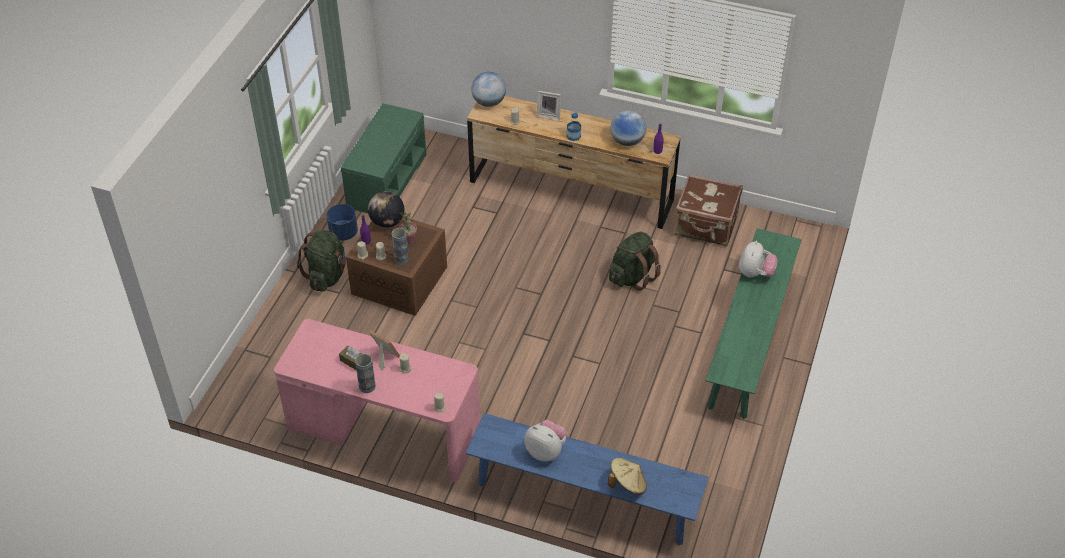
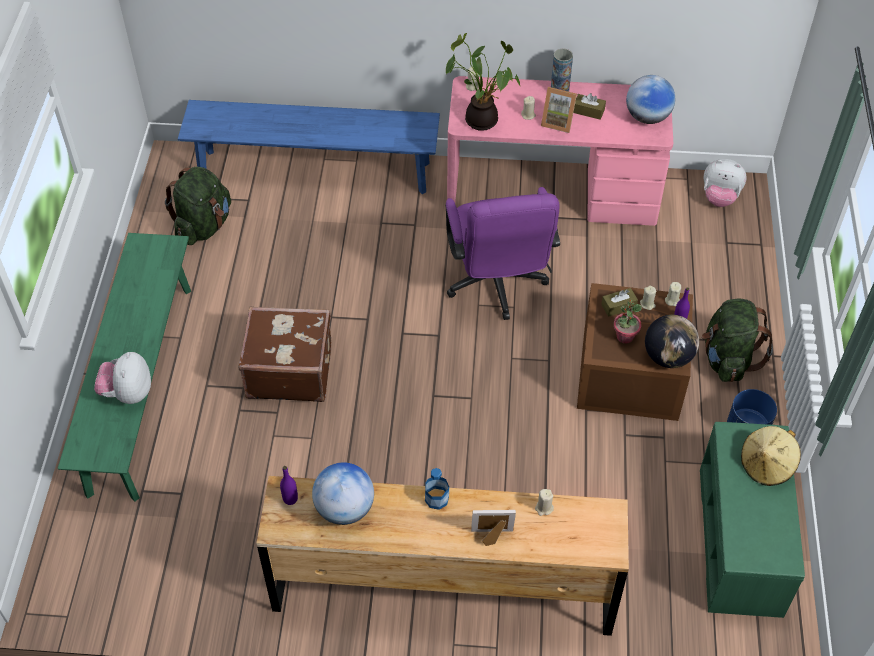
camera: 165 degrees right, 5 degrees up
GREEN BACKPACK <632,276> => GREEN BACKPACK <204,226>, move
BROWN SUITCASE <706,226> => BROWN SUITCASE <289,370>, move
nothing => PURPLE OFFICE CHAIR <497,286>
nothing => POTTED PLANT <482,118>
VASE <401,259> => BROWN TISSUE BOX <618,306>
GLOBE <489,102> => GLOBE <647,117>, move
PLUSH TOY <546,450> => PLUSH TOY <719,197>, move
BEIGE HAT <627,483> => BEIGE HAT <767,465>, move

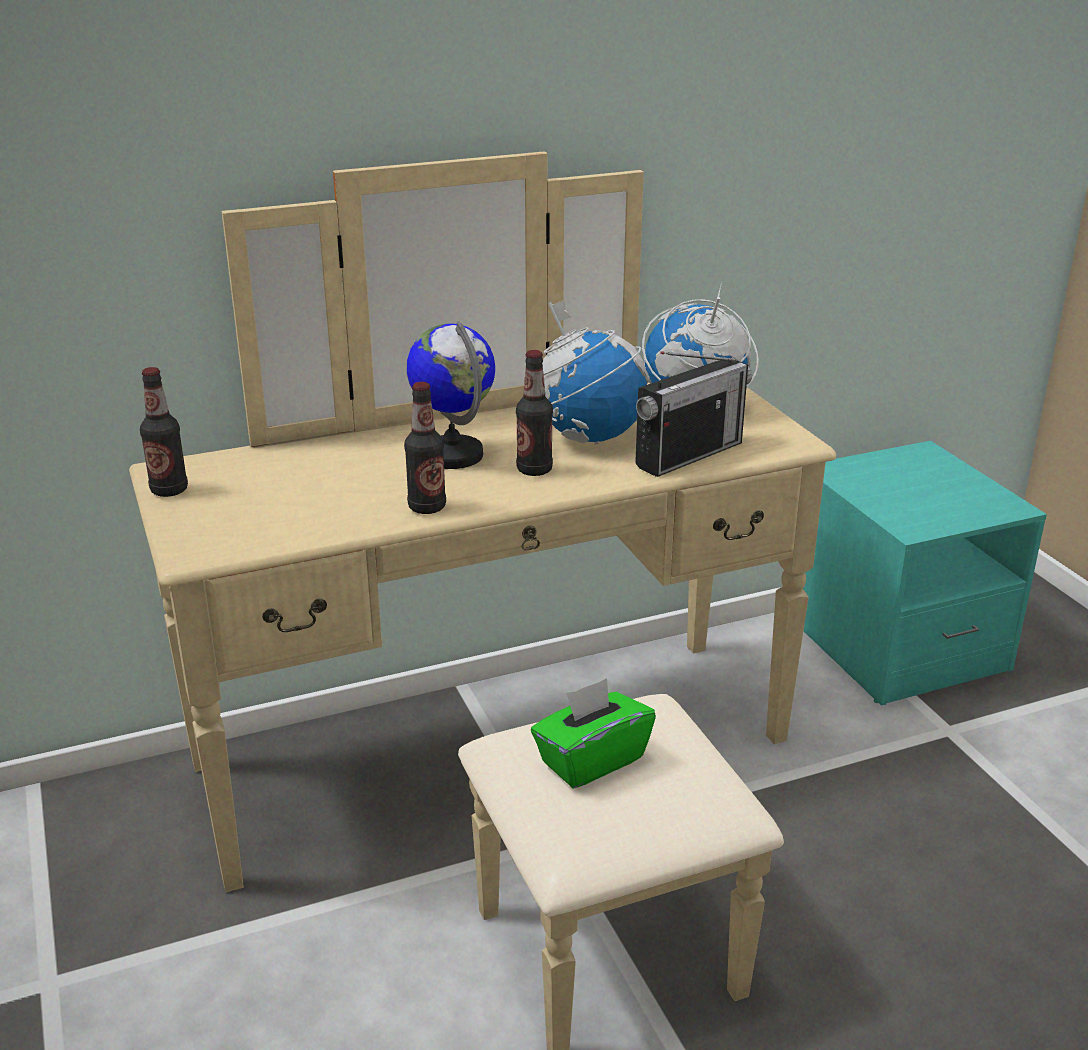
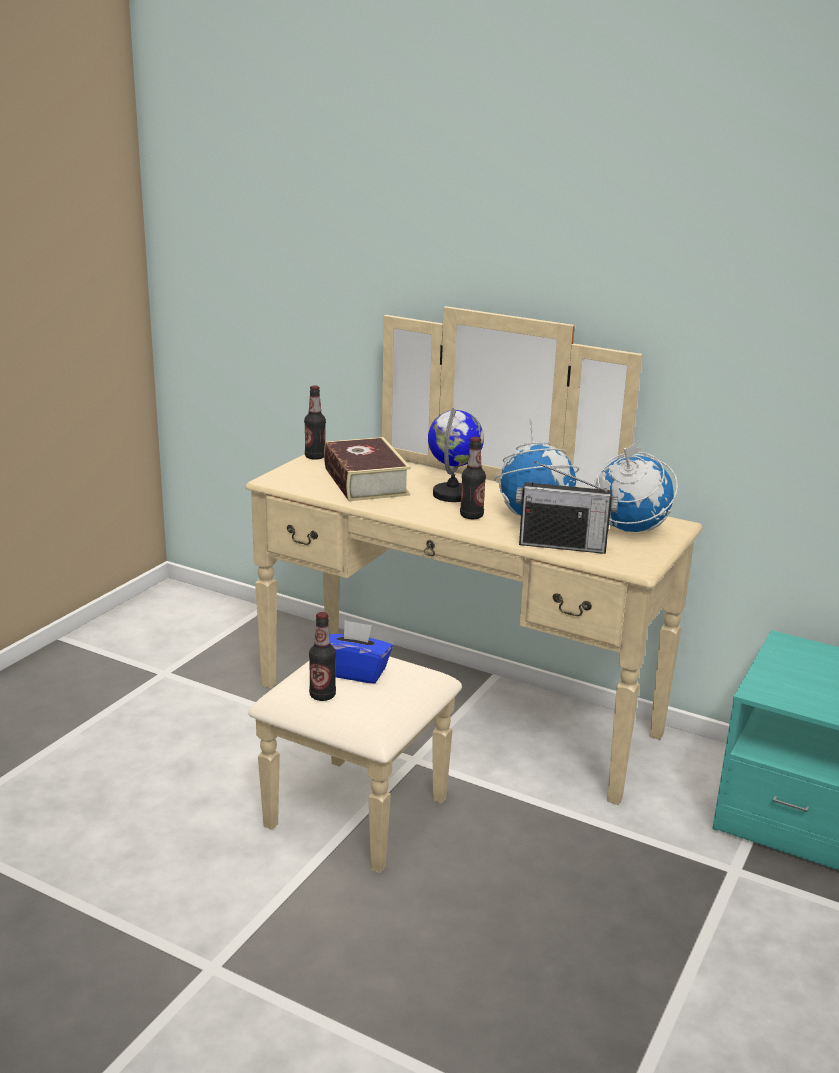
camera: 50 degrees right, 5 degrees down
BOTTLE <427,507> => BOTTLE <322,695>, move
nothing => BOOK <365,481>
GREEN TISSUE BOX <591,760> => BLUE TISSUE BOX <355,672>

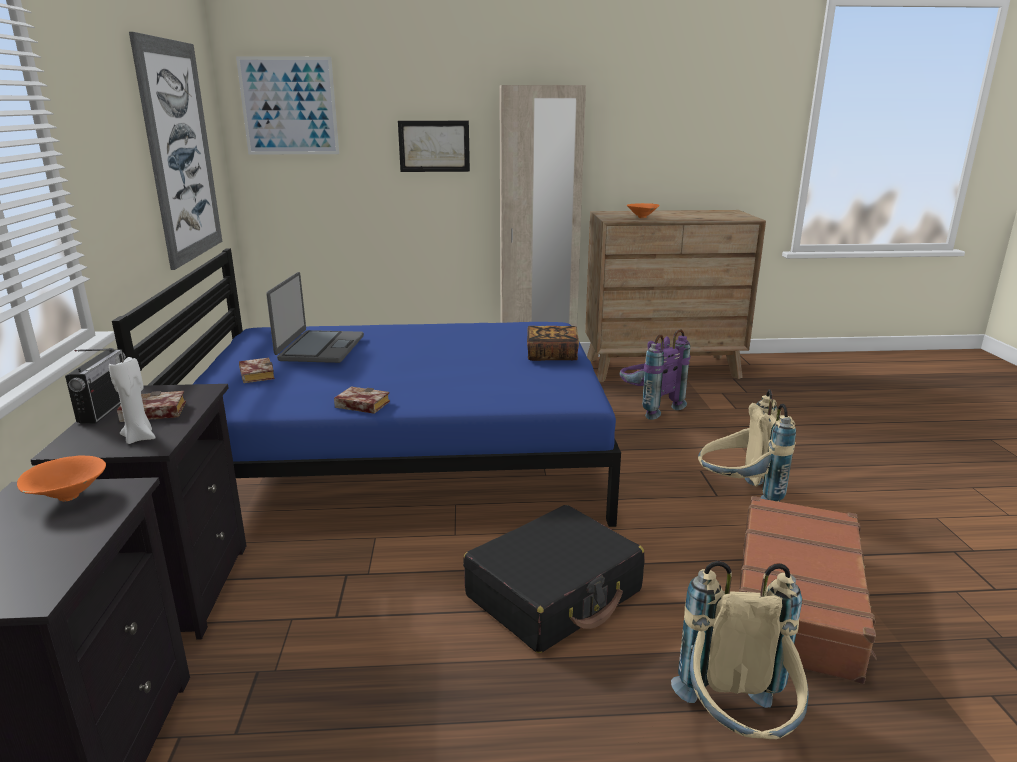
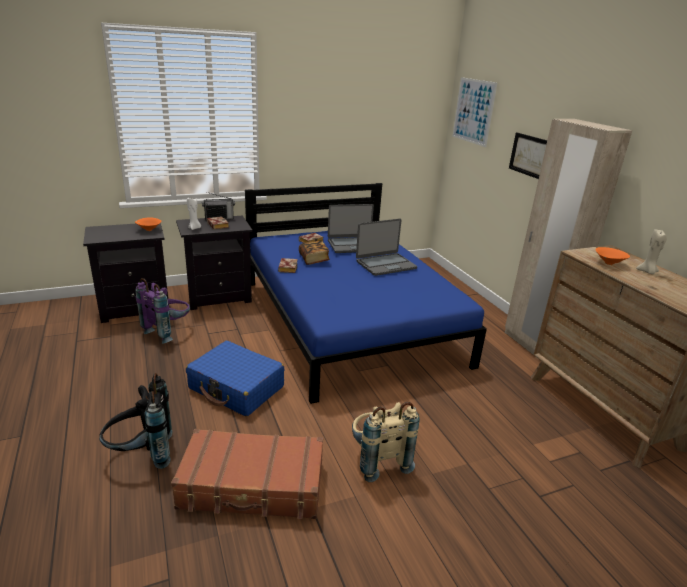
camera: 70 degrees right, 5 degrees up
BEIGE BACKPACK <737,728> => BLACK BACKPACK <142,455>
PURPLE BACKPACK <648,407> => PURPLE BACKPACK <168,332>, move
BLACK SUITCASE <554,594> => BLUE SUITCASE <236,388>
BOOK <552,355> => BOOK <314,259>, move
nothing => LAPTOP <385,265>
nothing => BEIGE CANDLE <647,272>
PICTURE <180,152> => nothing

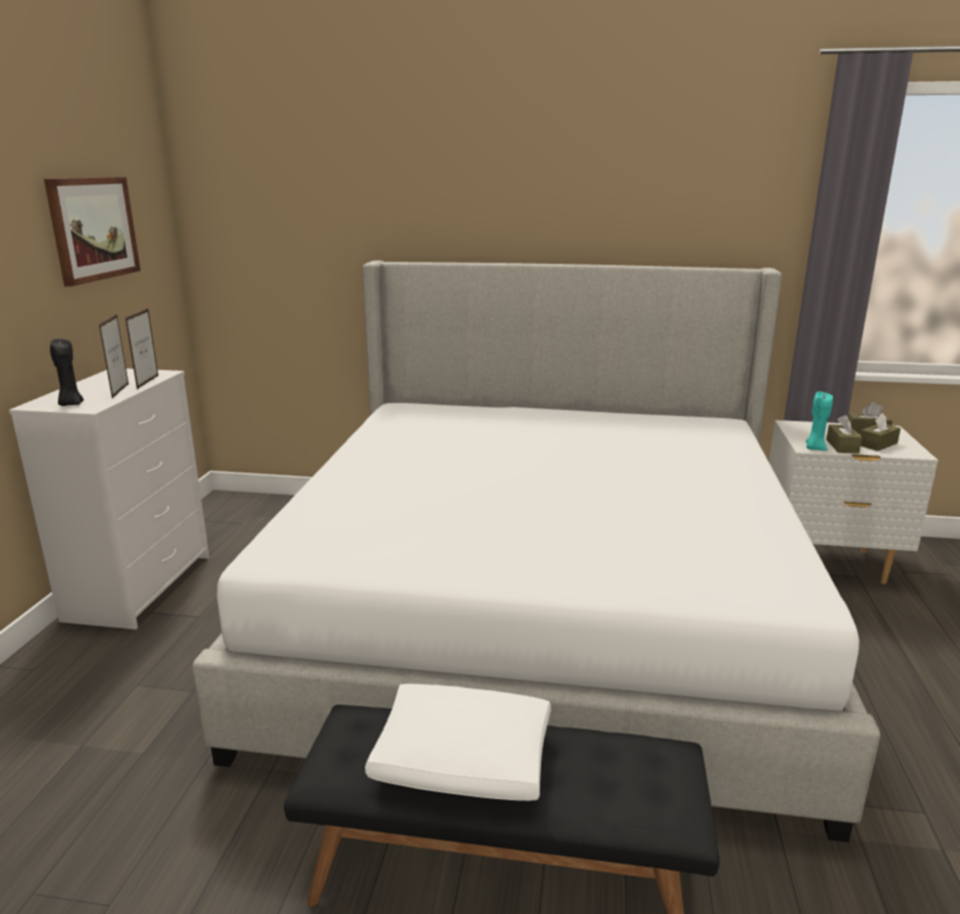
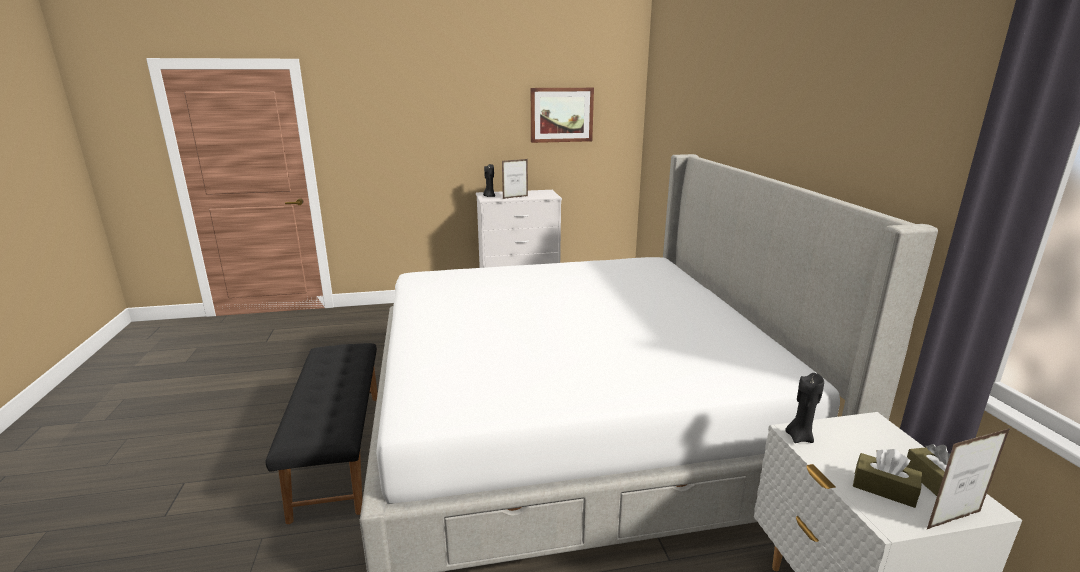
camera: 70 degrees right, 0 degrees up
TURQUOISE CANDLE <814,448> => BLACK CANDLE <799,437>
PICTURE FRAME <148,382> => PICTURE FRAME <954,520>, move
WHITE PILLOW <465,760> => nothing
BROWN TISSUE BOX <842,446> => nothing

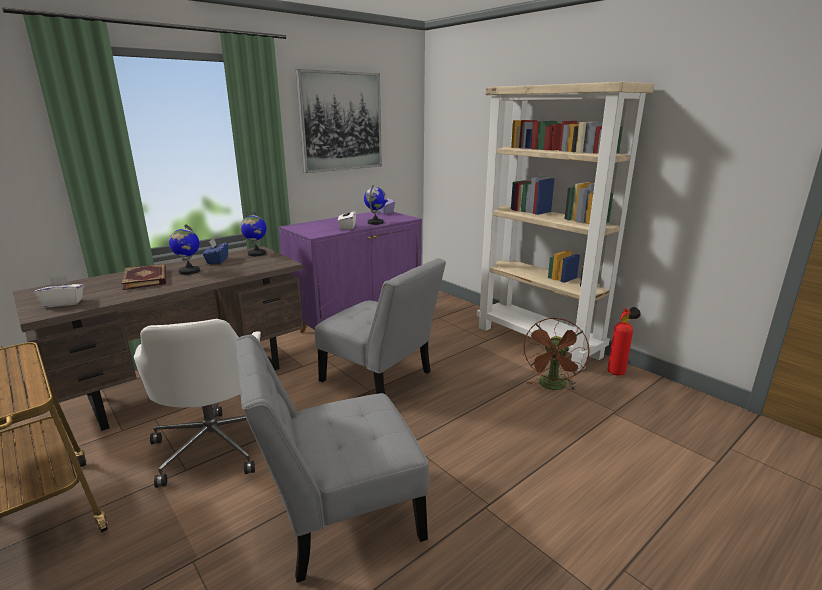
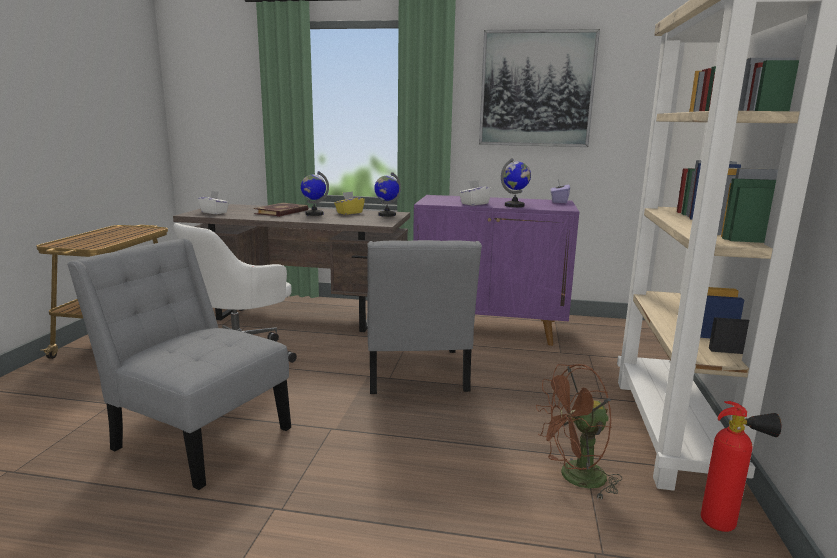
camera: 50 degrees right, 5 degrees down
BLUE TISSUE BOX <217,260> => YELLOW TISSUE BOX <349,213>

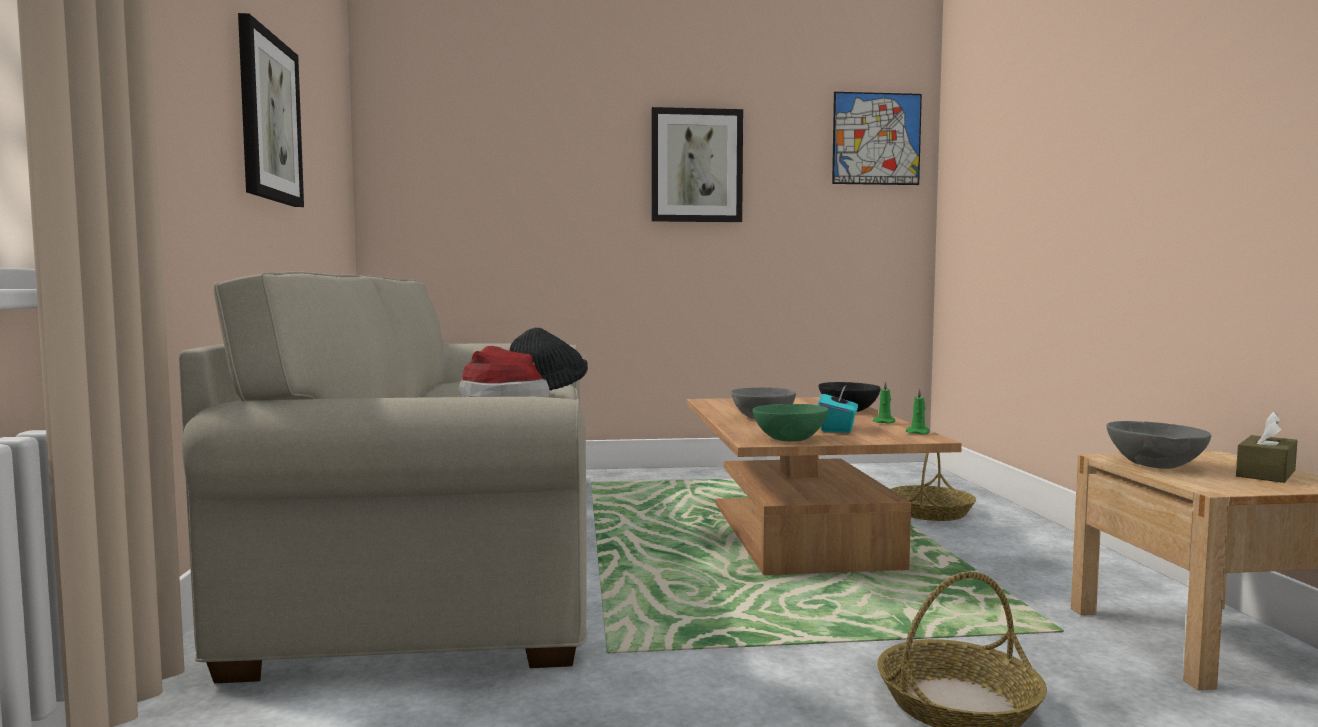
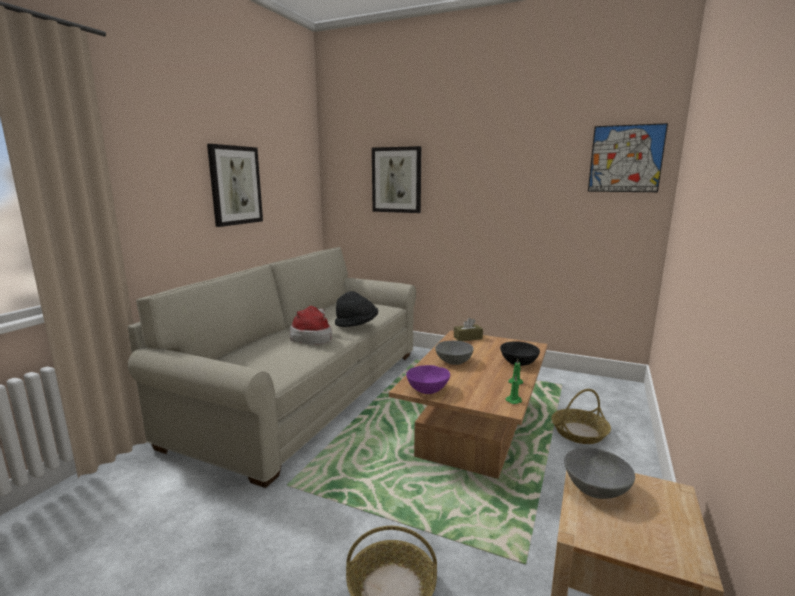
camera: 30 degrees right, 10 degrees up
PICTURE <696,166> => PICTURE <396,180>, move
GREEN BOWL <789,439> => PURPLE BOWL <427,390>
BROWN TISSUE BOX <1266,473> => BROWN TISSUE BOX <468,338>, move
TURQUOISE TISSUE BOX <838,429> => nothing

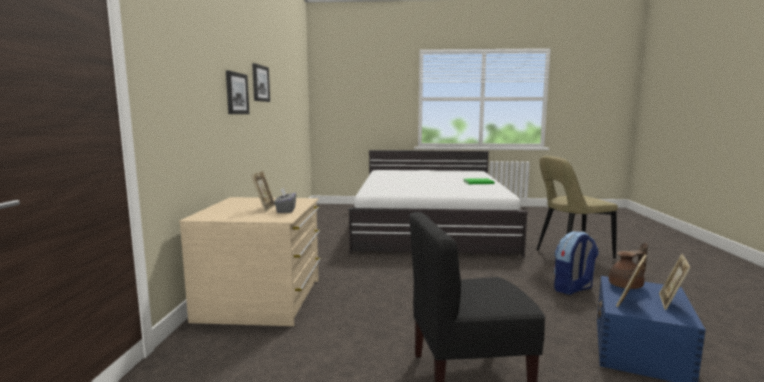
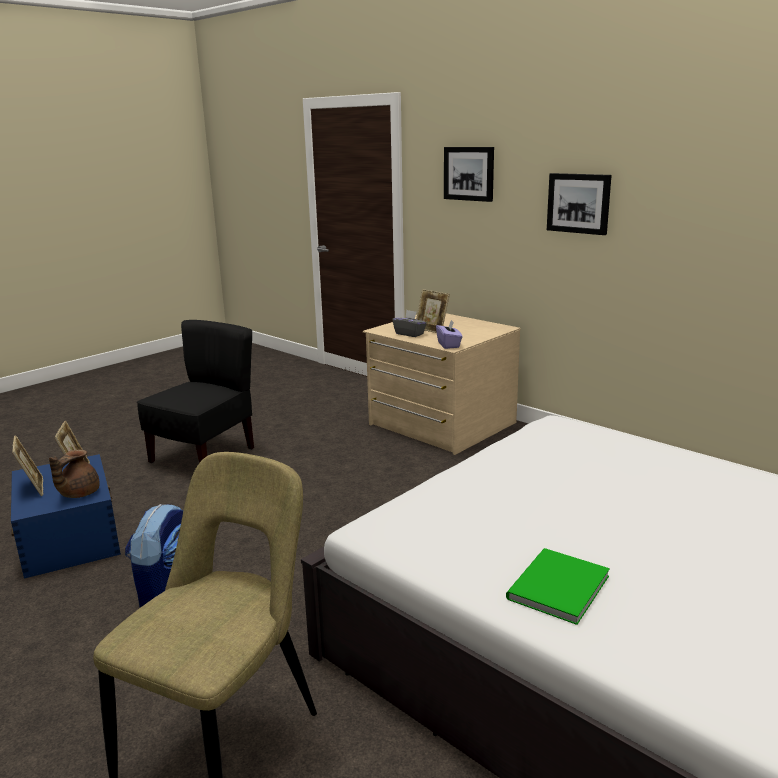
camera: 130 degrees right, 10 degrees up
nothing => PURPLE TISSUE BOX <449,345>
PICTURE <260,83> => PICTURE <469,173>, move

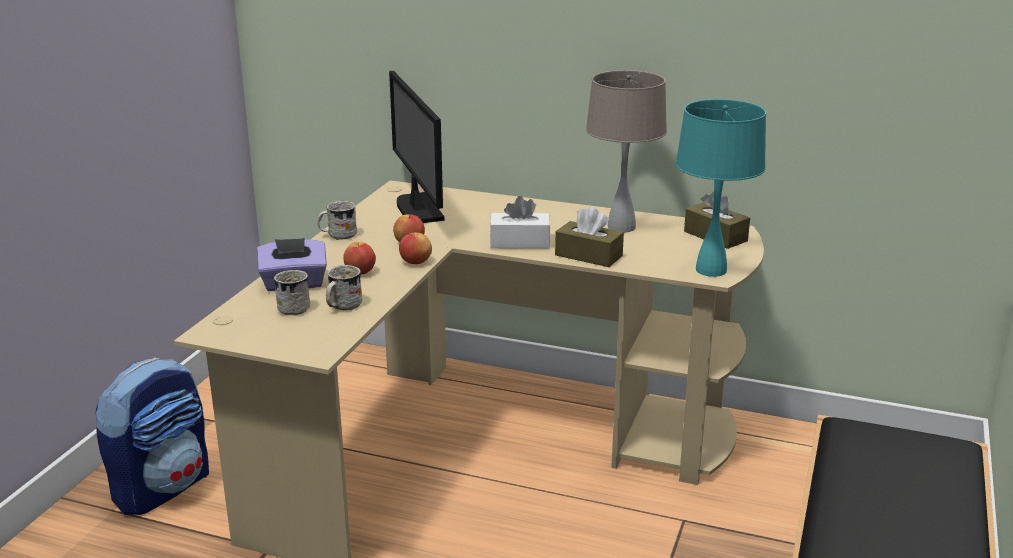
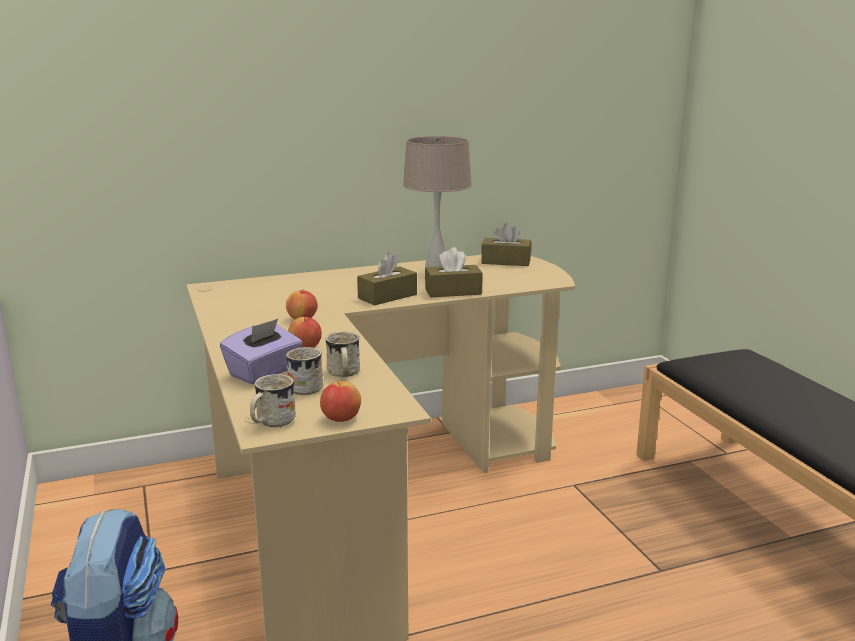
camera: 40 degrees left, 5 degrees down
WHITE MUG <337,235> => WHITE MUG <271,422>, move
APPLE <415,262> => APPLE <341,419>, move
WHITE TISSUE BOX <520,242> => BROWN TISSUE BOX <387,296>
MONITOR <417,209> => nothing
TURQUOISE TABLE LAMP <710,270> => nothing

